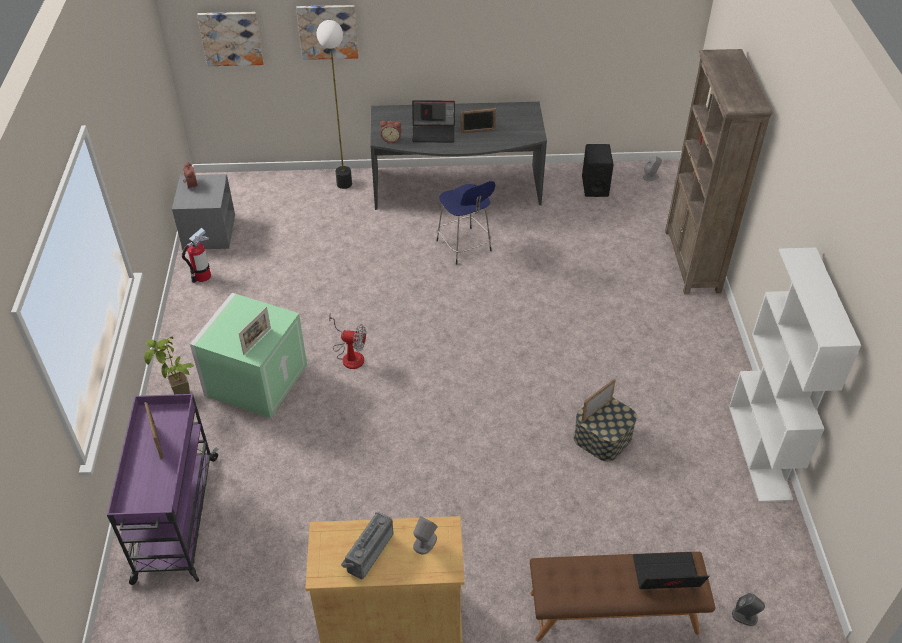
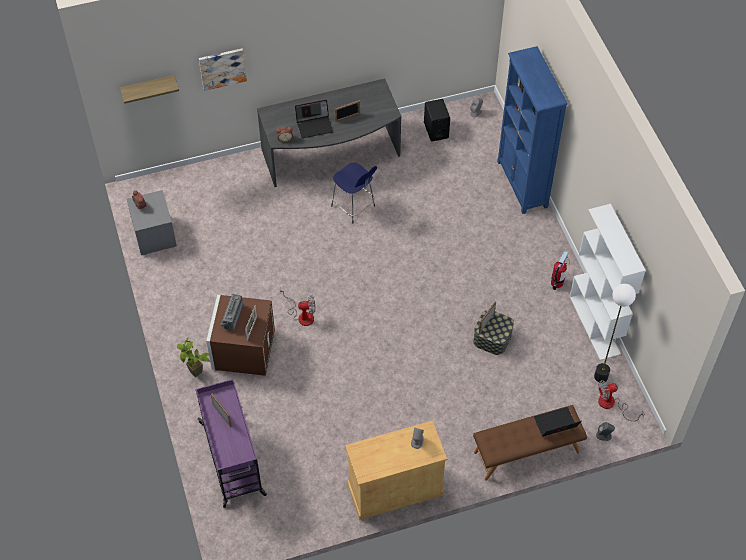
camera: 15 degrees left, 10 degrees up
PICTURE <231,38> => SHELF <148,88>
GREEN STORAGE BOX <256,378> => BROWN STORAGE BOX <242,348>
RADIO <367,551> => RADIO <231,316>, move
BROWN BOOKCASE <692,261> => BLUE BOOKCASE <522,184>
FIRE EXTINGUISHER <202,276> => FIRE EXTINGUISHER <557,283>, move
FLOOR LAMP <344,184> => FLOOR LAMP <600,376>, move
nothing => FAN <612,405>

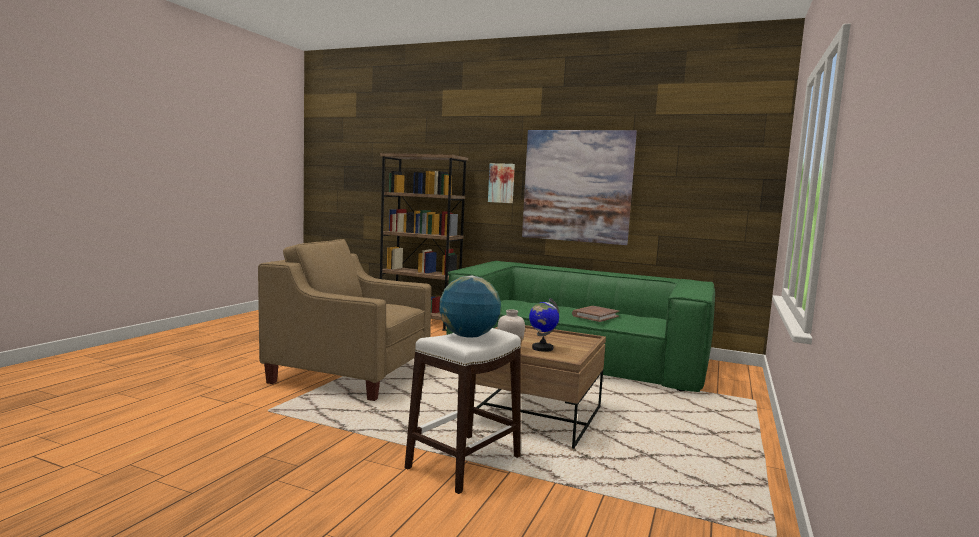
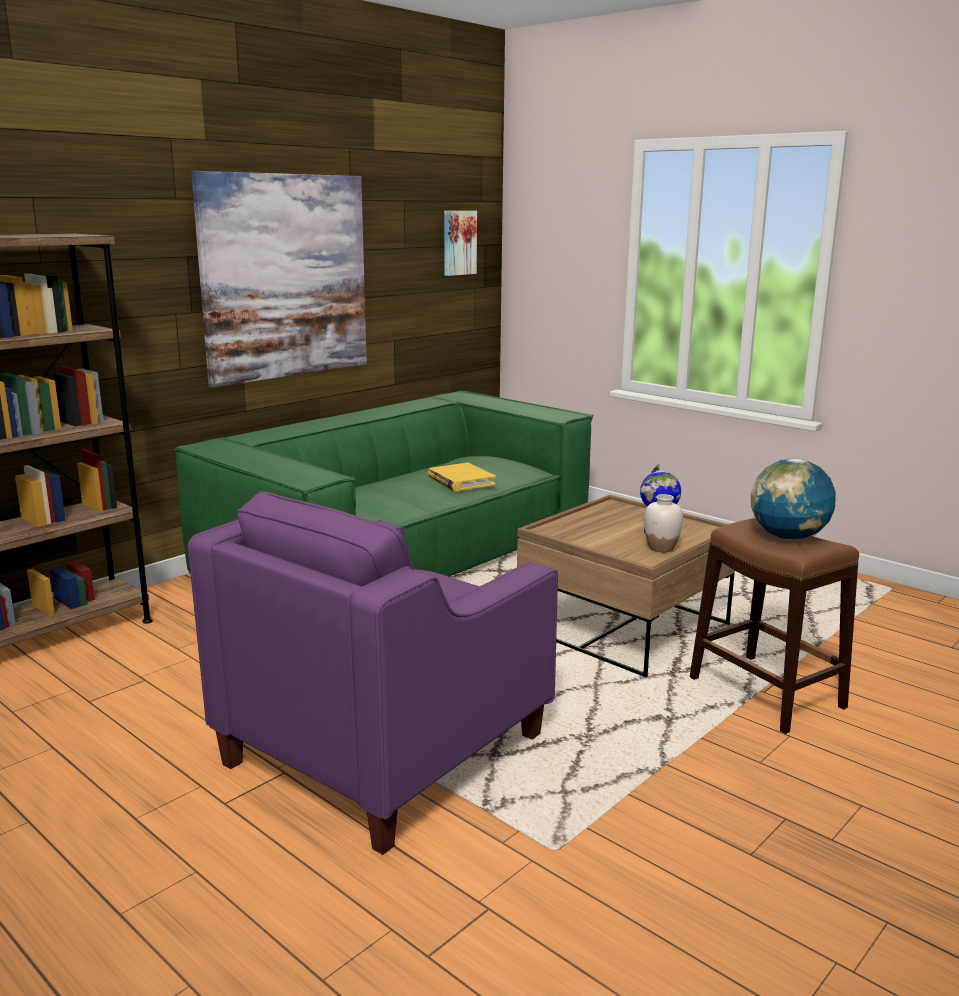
camera: 70 degrees left, 10 degrees up
BEIGE ARMCHAIR <349,375> => PURPLE ARMCHAIR <385,749>
BROWN BOOK <595,316> => YELLOW BOOK <461,481>
PICTURE <501,183> => PICTURE <458,242>, move
WHITE STOOL <465,462> => BROWN STOOL <766,692>

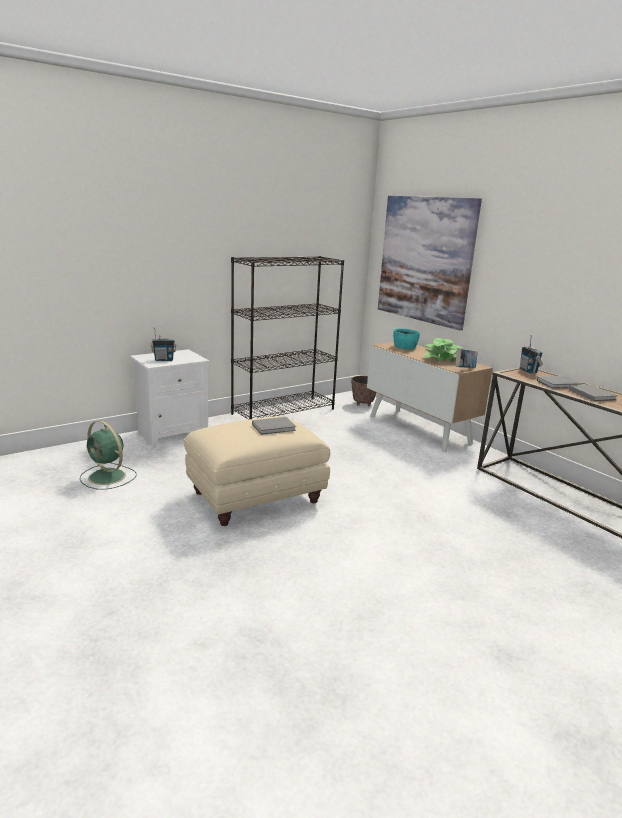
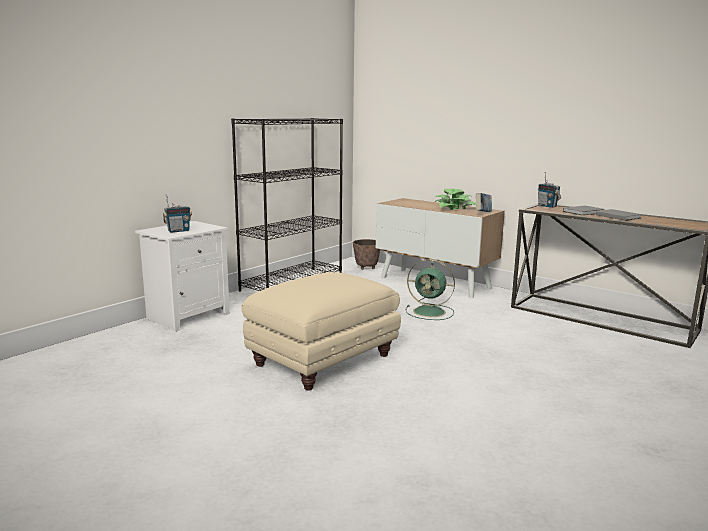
camera: 15 degrees left, 5 degrees down
GREEN FAN <108,477> => GREEN FAN <430,312>, move
GREY BOOK <275,427> => nothing
PICTURE <425,260> => nothing
TURQUOISE BOWL <405,347> => nothing

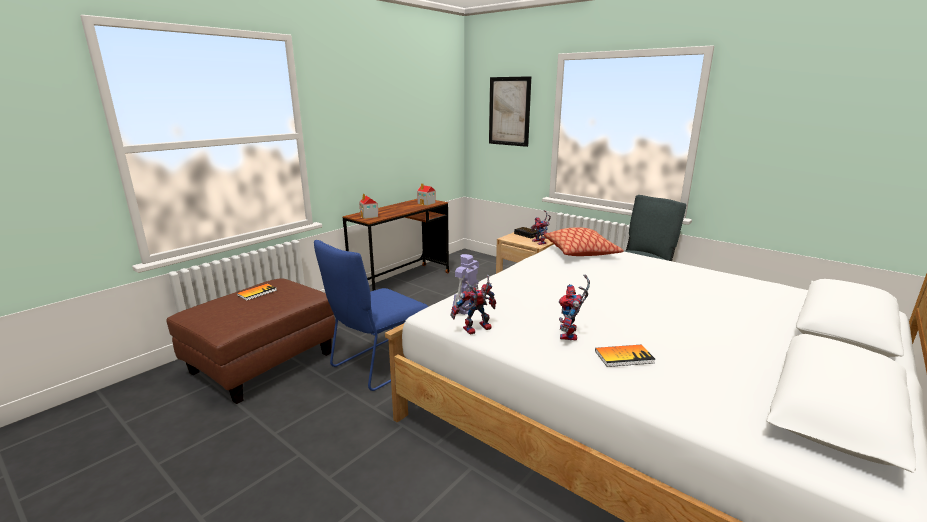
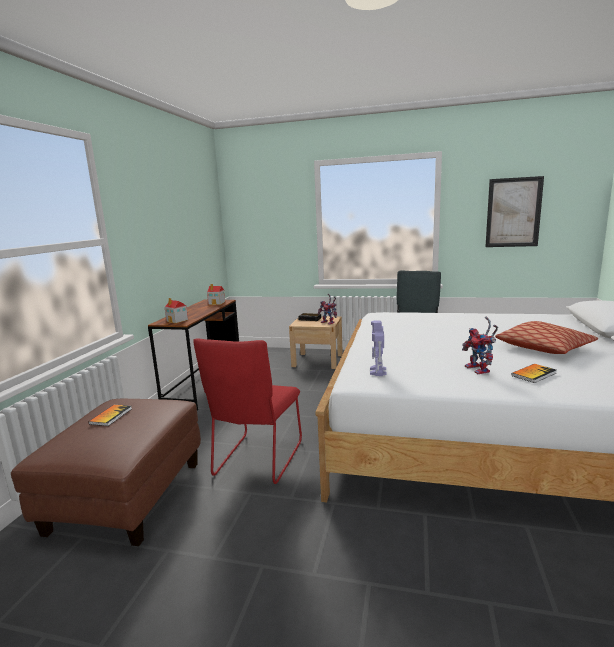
camera: 25 degrees left, 5 degrees down
BLUE CHAIR <378,365> => RED CHAIR <257,461>
PICTURE <509,111> => PICTURE <513,212>, move
PILLOW <581,252> => PILLOW <544,348>, move
TOY ROBOT <475,330> => nothing

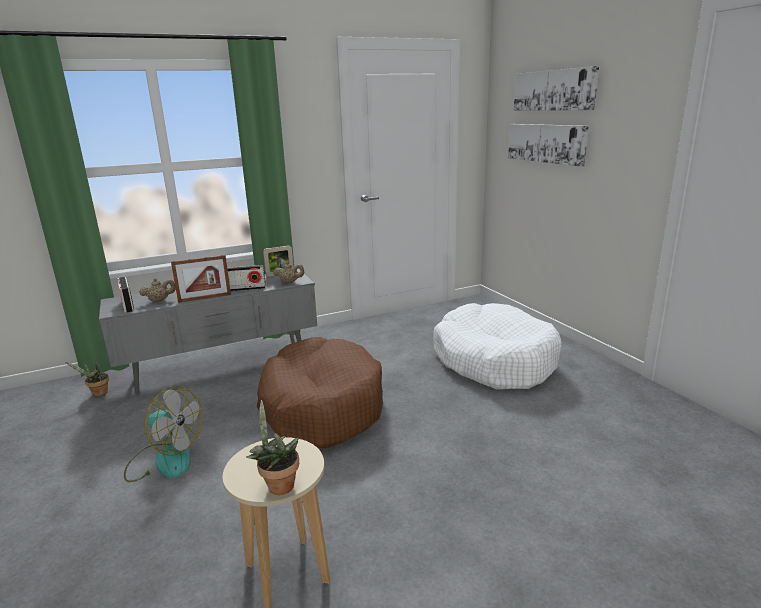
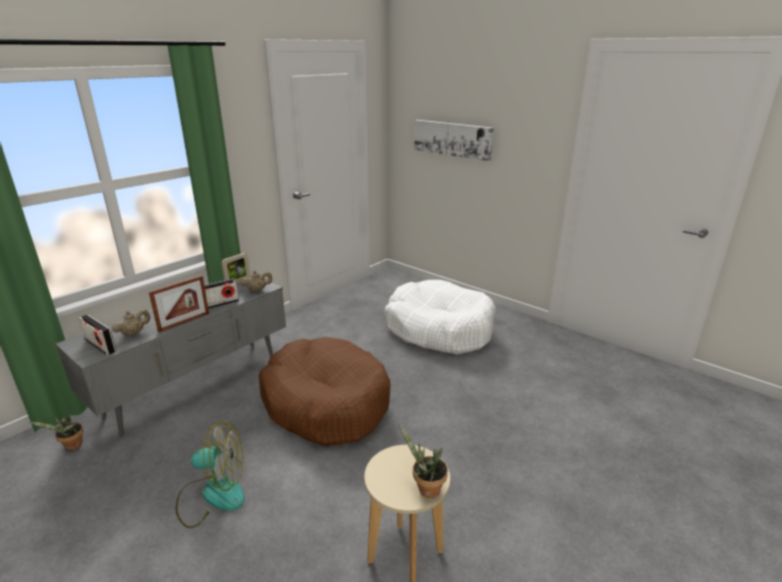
camera: 25 degrees left, 5 degrees up
PICTURE <554,90> => nothing

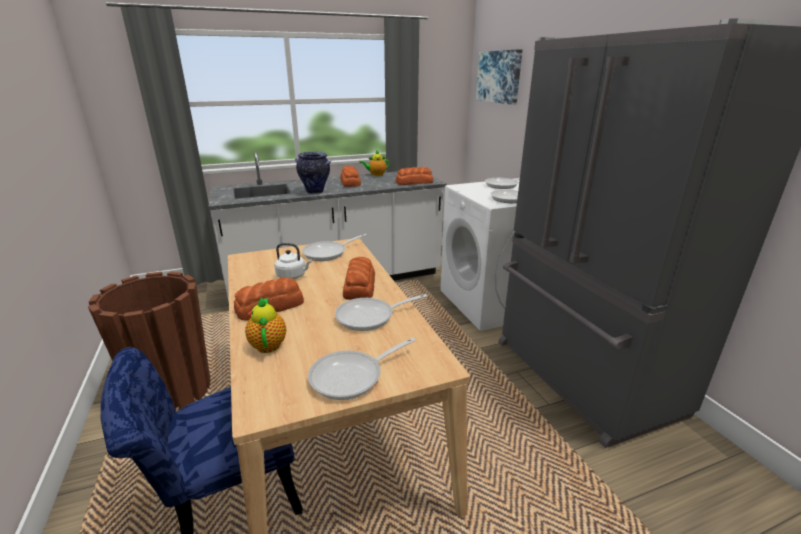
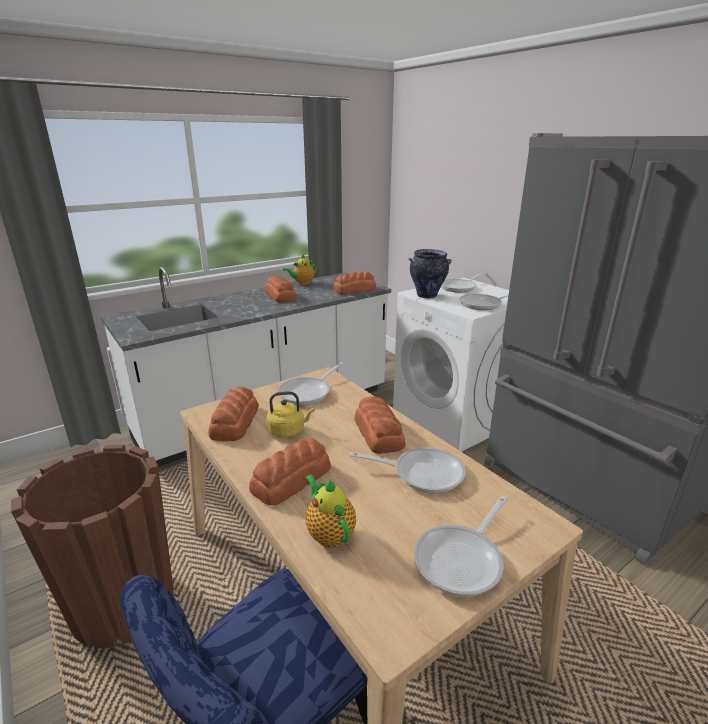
camera: 15 degrees left, 0 degrees up
nothing => BREAD <234,422>
WHITE KETTLE <293,276> => YELLOW KETTLE <288,431>
FRYING PAN <370,317> => FRYING PAN <422,473>, 135 degrees counterclockwise
VASE <315,192> => VASE <427,295>, move
PICTURE <499,77> => nothing

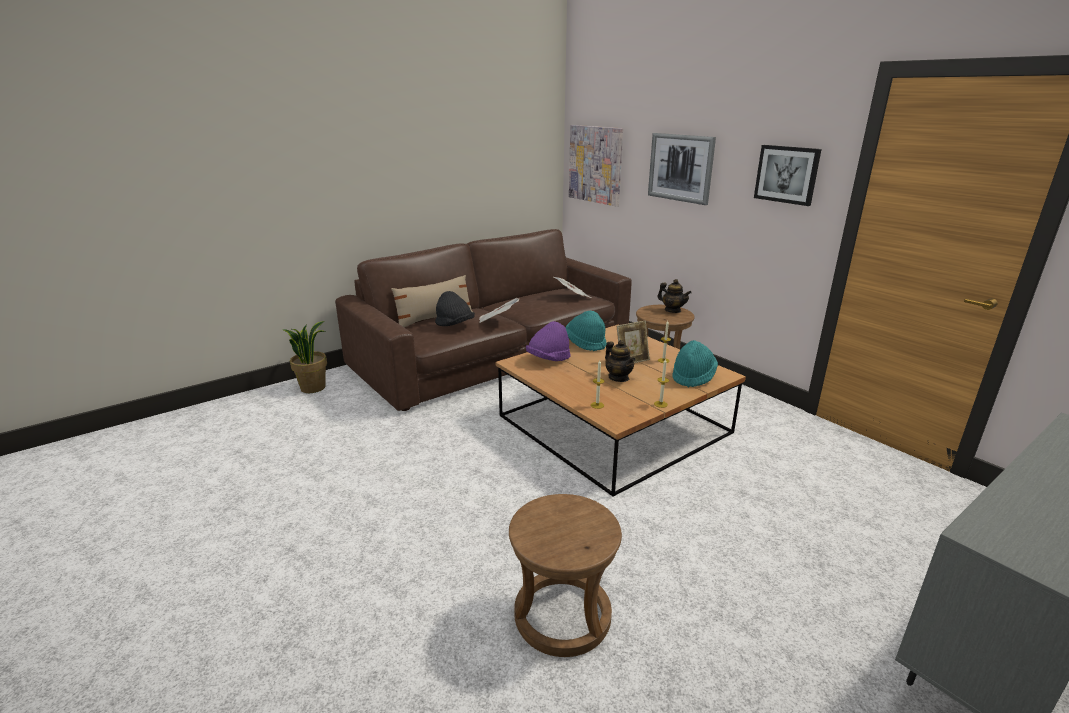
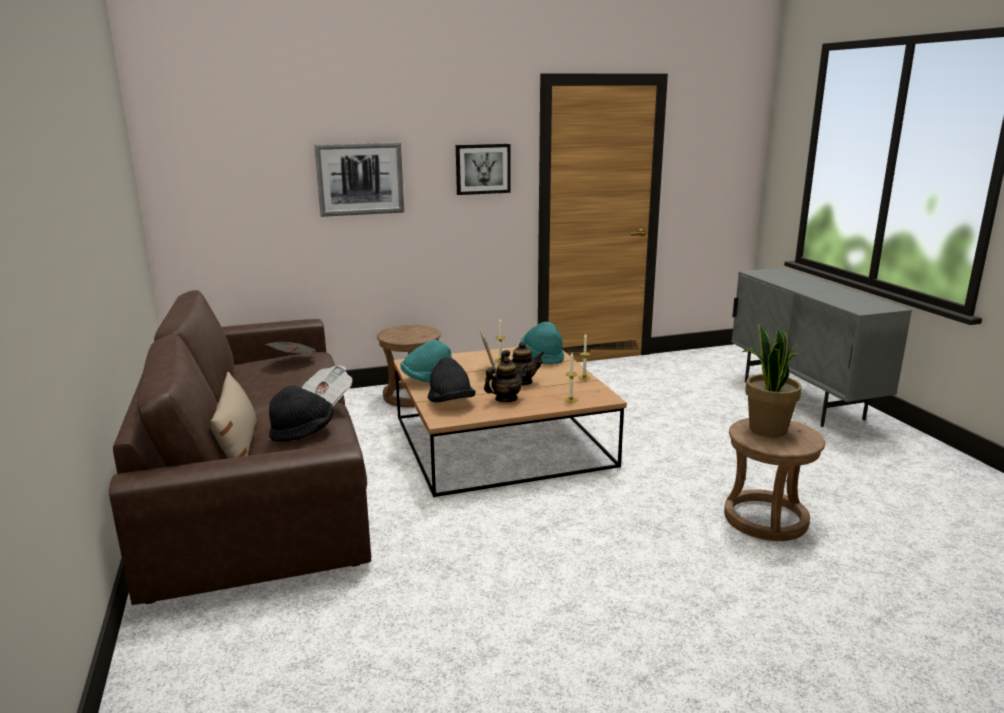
camera: 70 degrees left, 5 degrees down
PURPLE HAT <548,359> => BLACK HAT <450,403>
TEAPOT <672,310> => TEAPOT <506,399>, move
POTTED PLANT <313,387> => POTTED PLANT <767,429>, move
PICTURE <595,164> => nothing

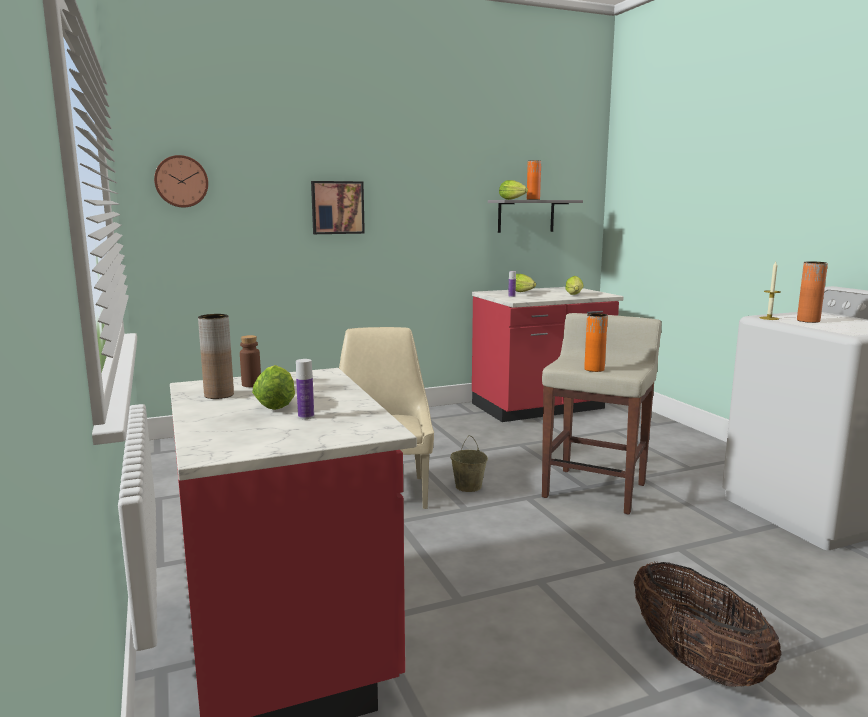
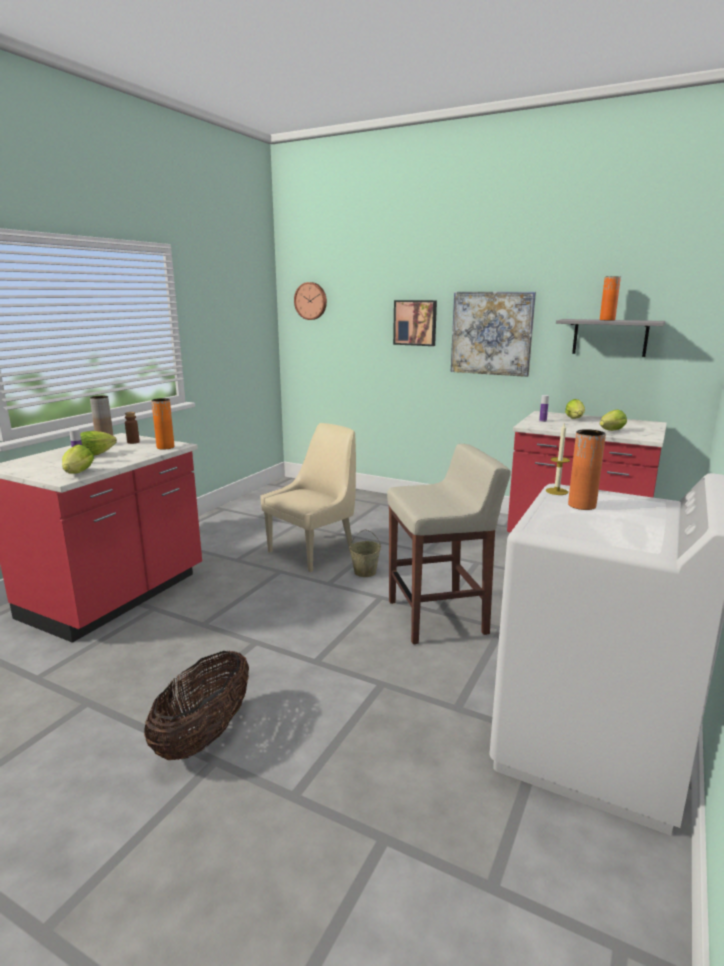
camera: 50 degrees right, 5 degrees up
LETTUCE <513,199> => LETTUCE <77,474>, move
ORANGE VASE <594,369> => ORANGE VASE <165,447>, move
nothing => PICTURE <491,333>

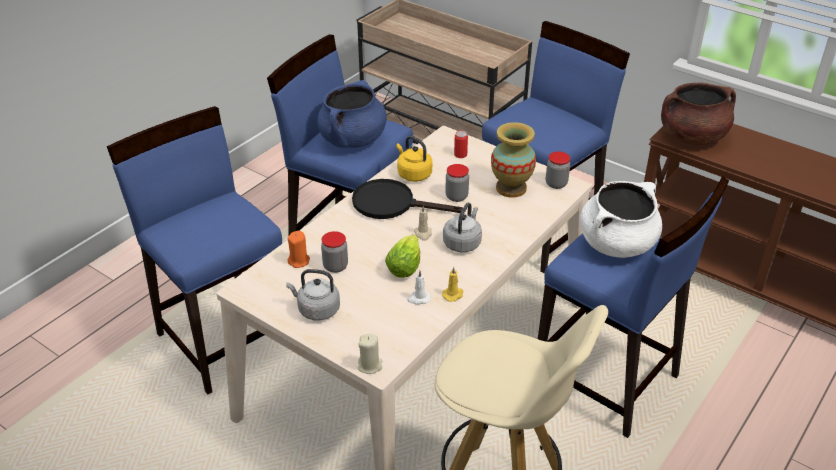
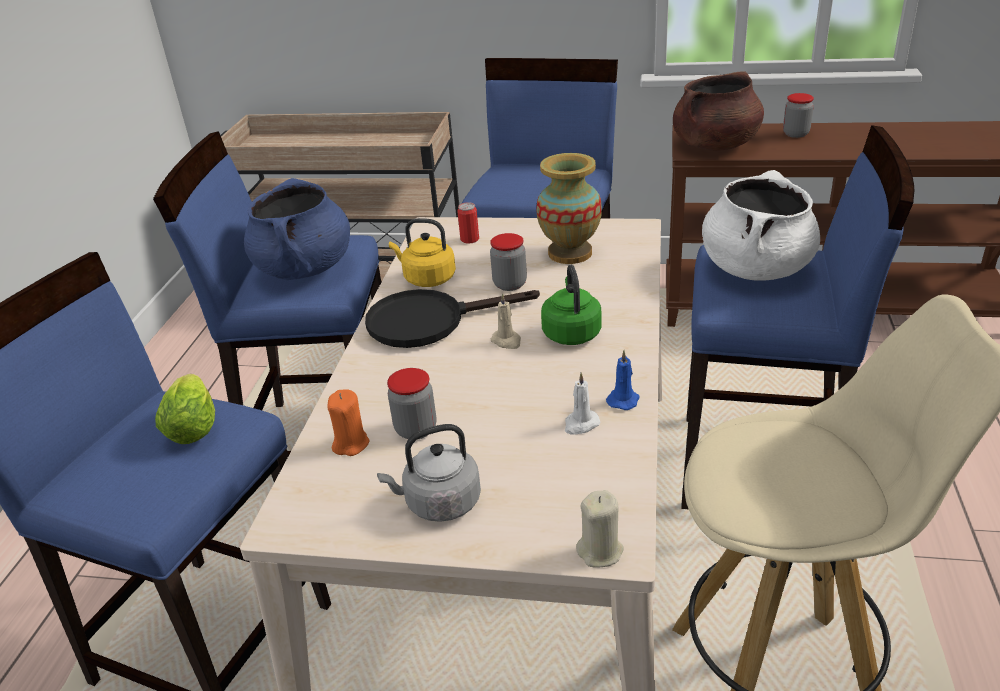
camera: 25 degrees left, 5 degrees down
LETTUCE <405,265> => LETTUCE <194,425>, move
GREY KETTLE <463,243> => GREEN KETTLE <571,332>
YELLOW CANDLE <453,295> => BLUE CANDLE <623,399>
JAR <556,184> => JAR <795,134>, move

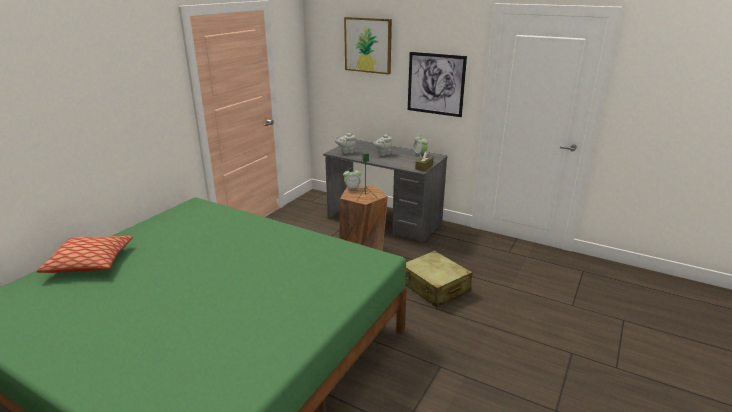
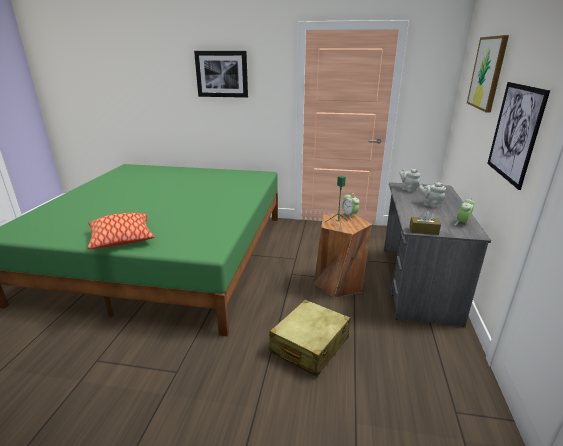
camera: 70 degrees right, 0 degrees up
PILLOW <90,262> => PILLOW <122,238>, move
nothing => PICTURE <222,74>

